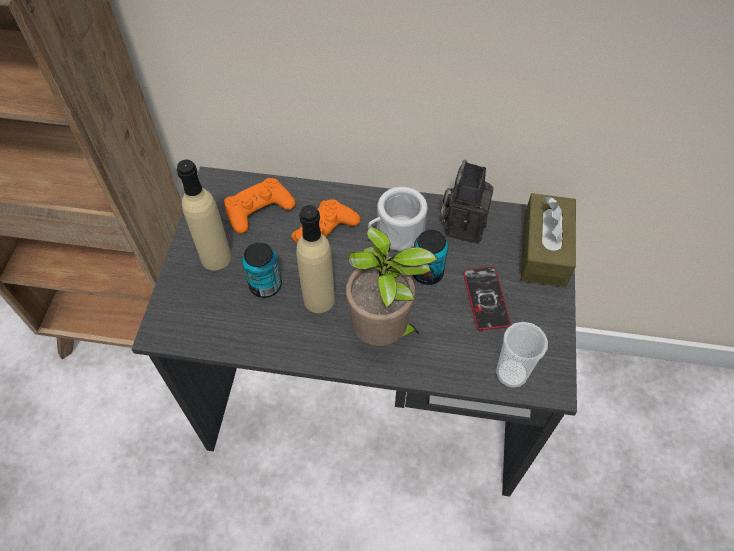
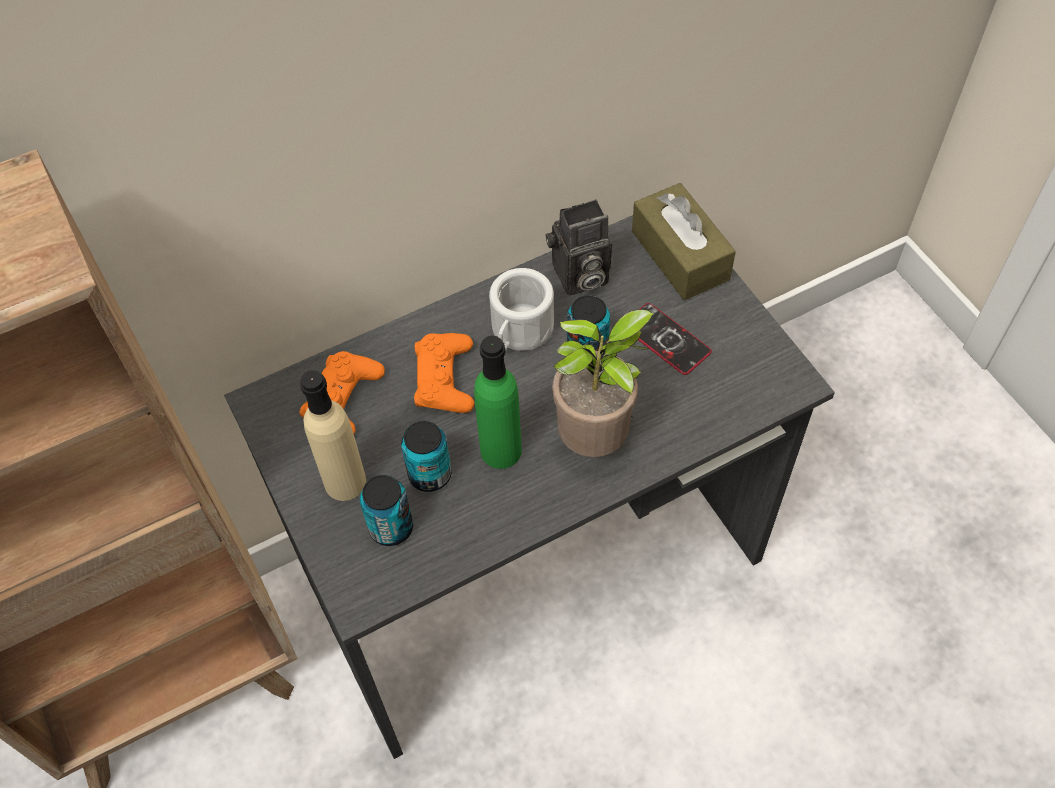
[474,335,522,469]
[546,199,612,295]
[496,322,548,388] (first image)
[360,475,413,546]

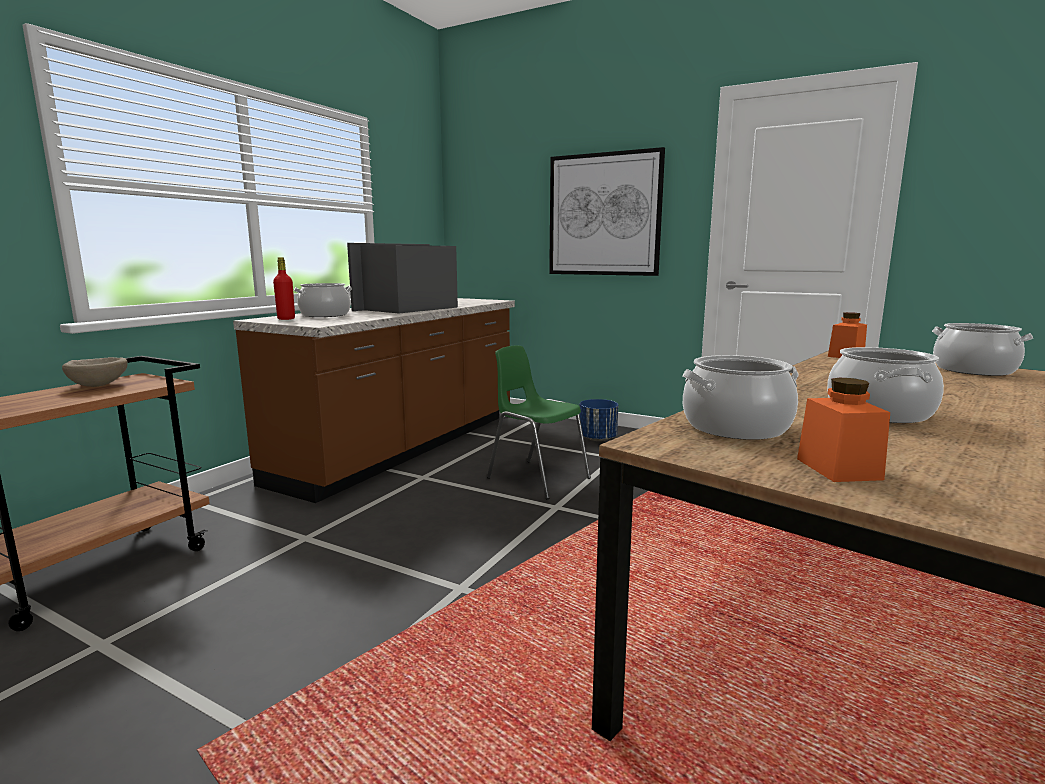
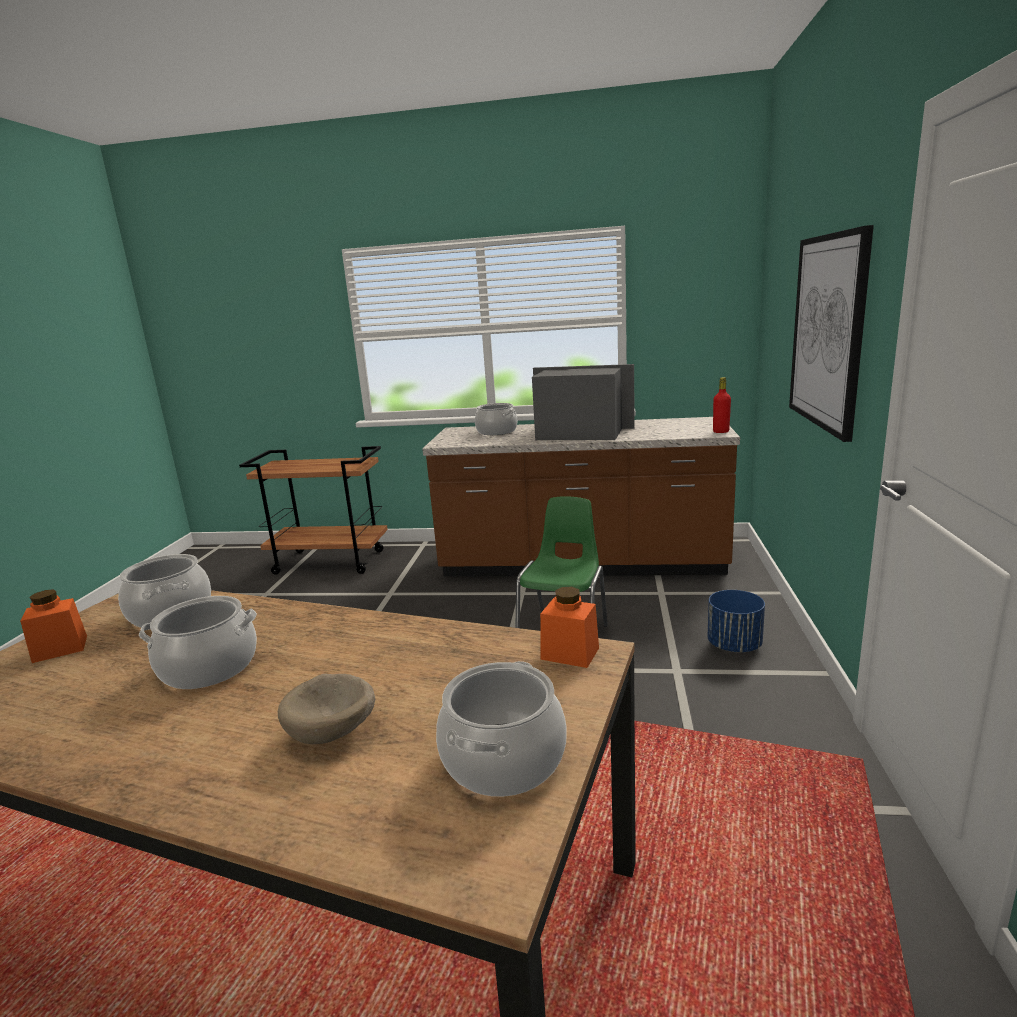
[278,674,375,744]
[713,377,731,433]

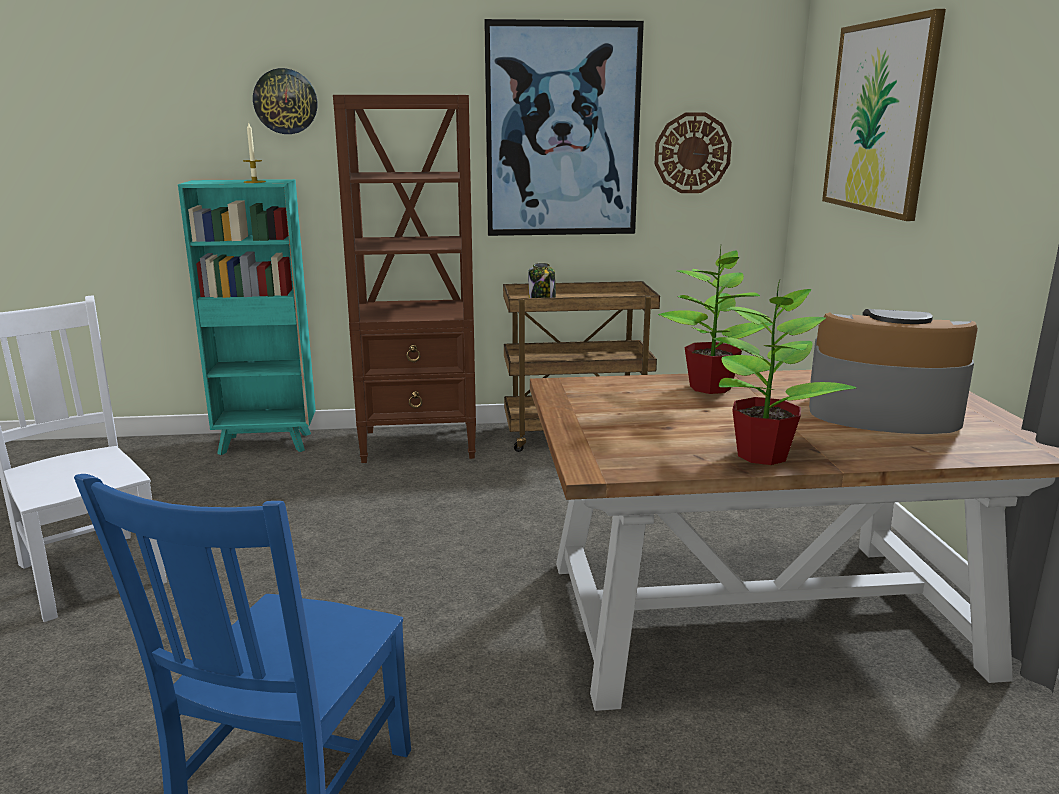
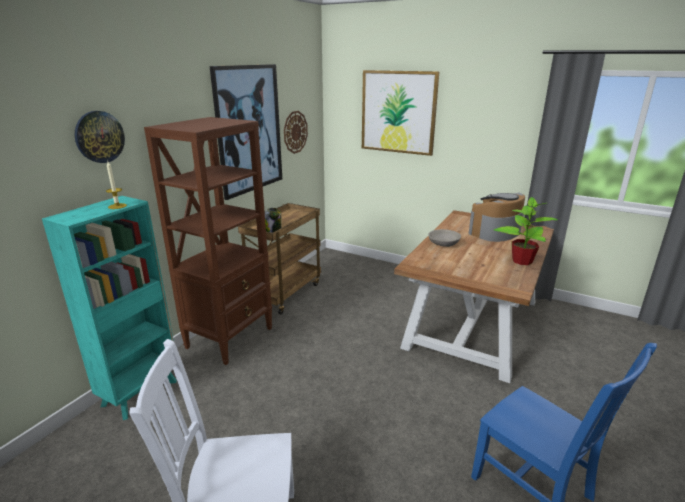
[428,229,461,247]

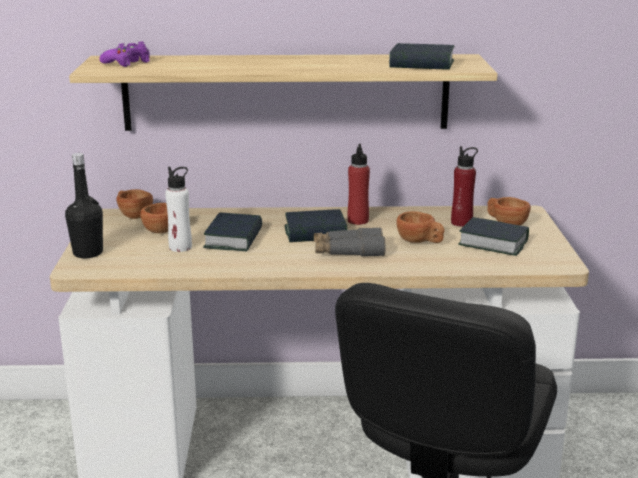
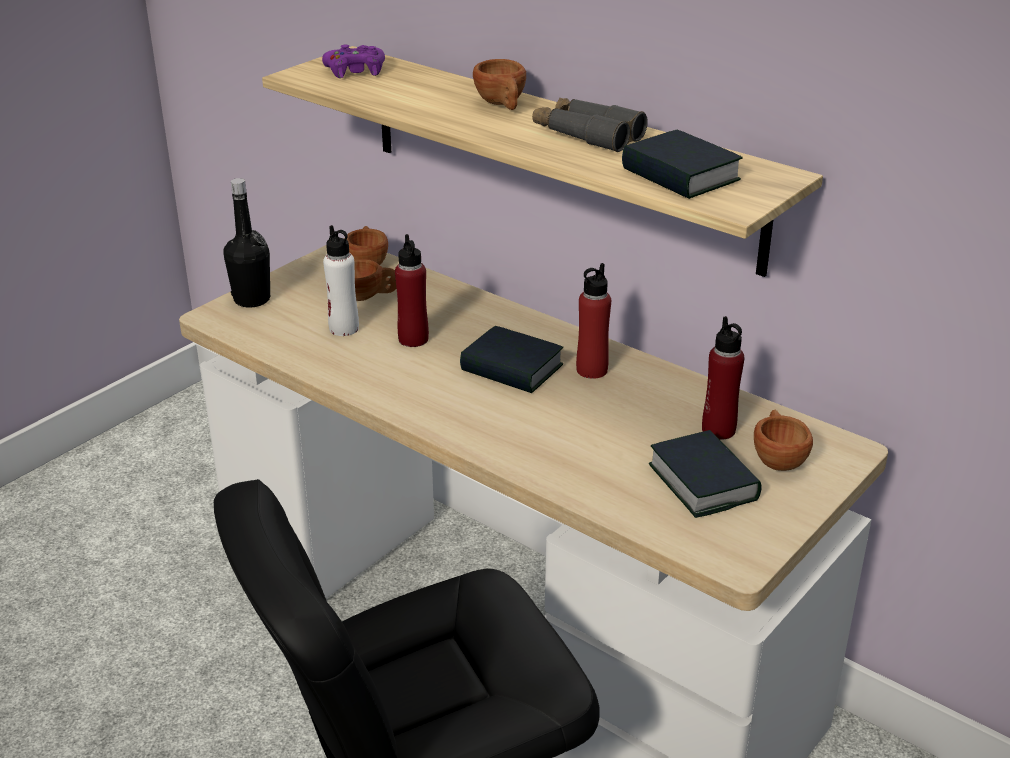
[395,234,429,347]
[532,97,648,152]
[473,59,526,110]

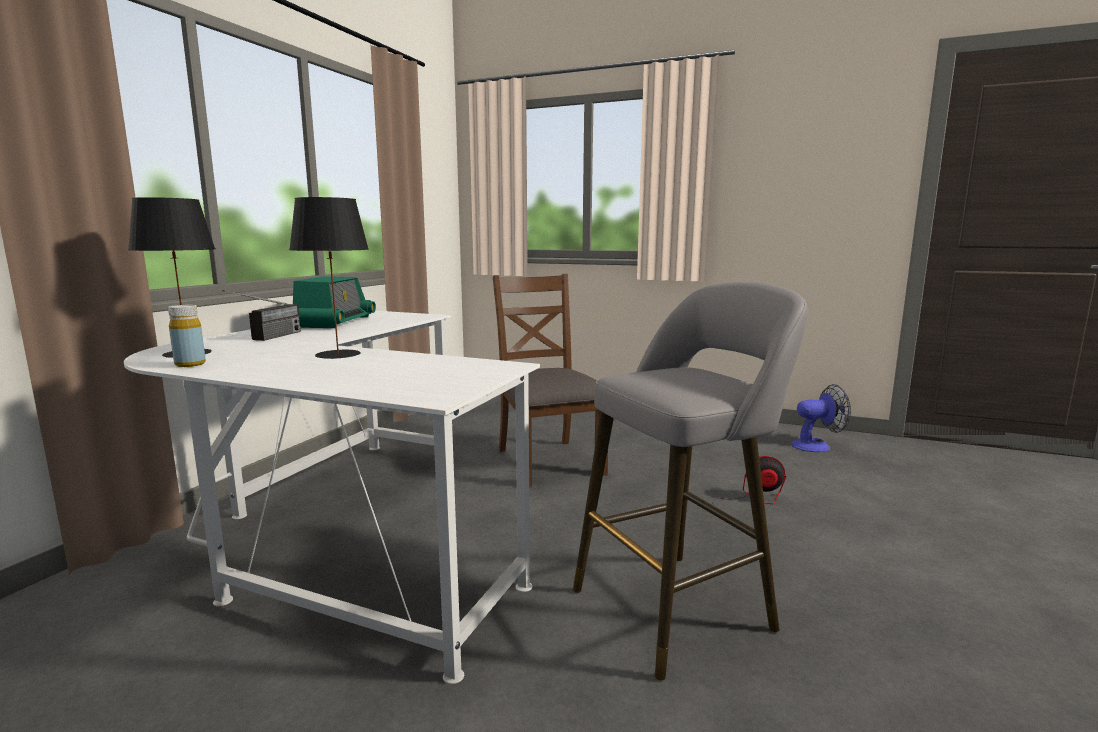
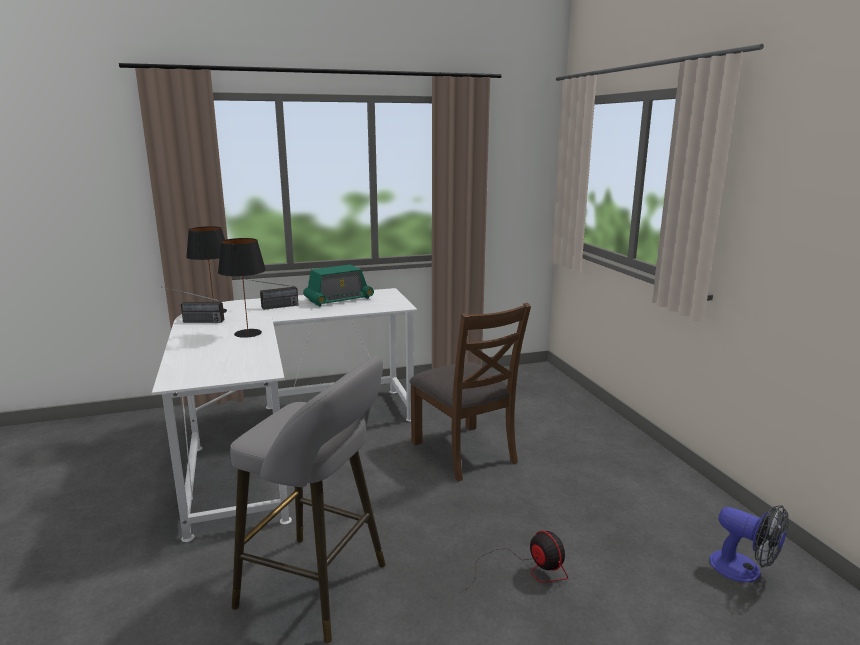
[163,287,224,323]
[410,303,531,482]

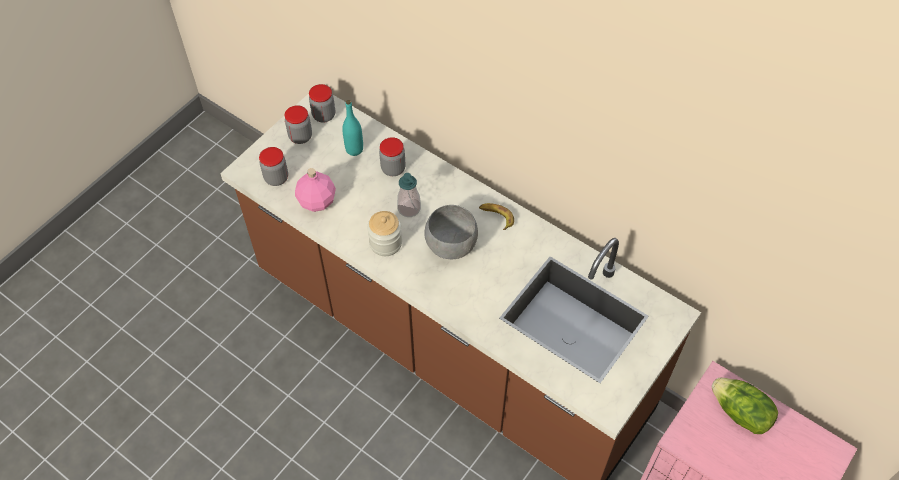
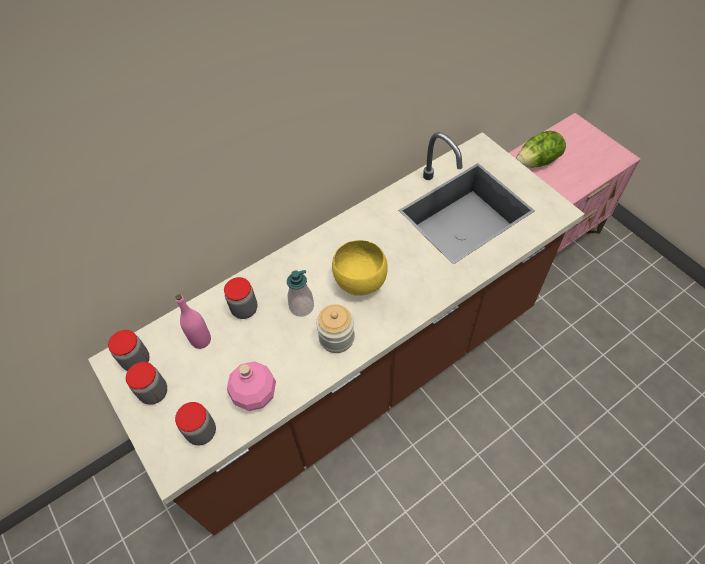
[176,294,211,349]
[332,240,388,296]
[479,203,514,230] (first image)

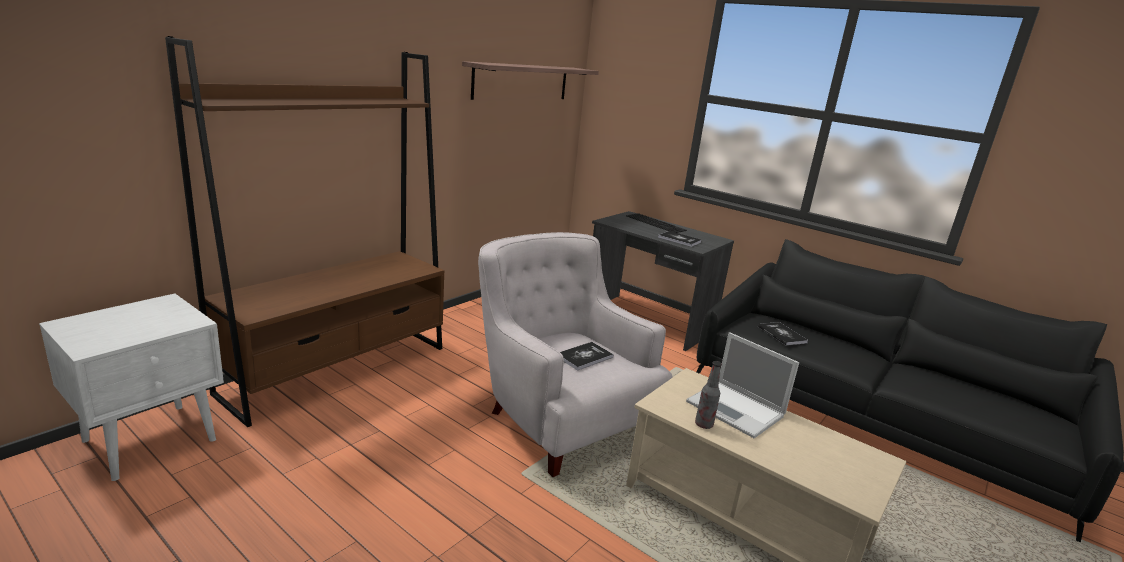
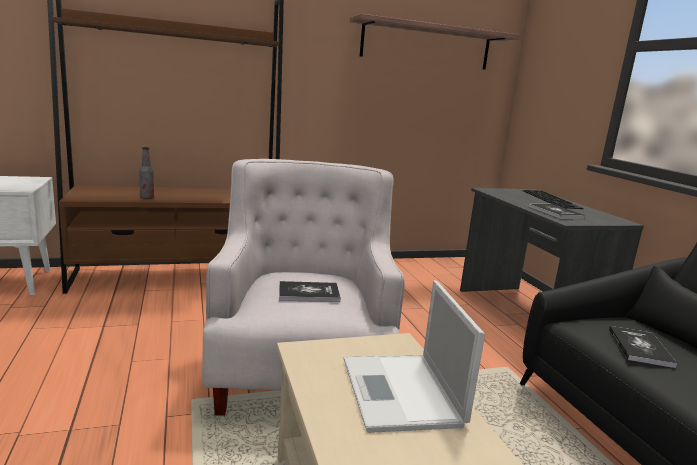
[139,147,154,199]

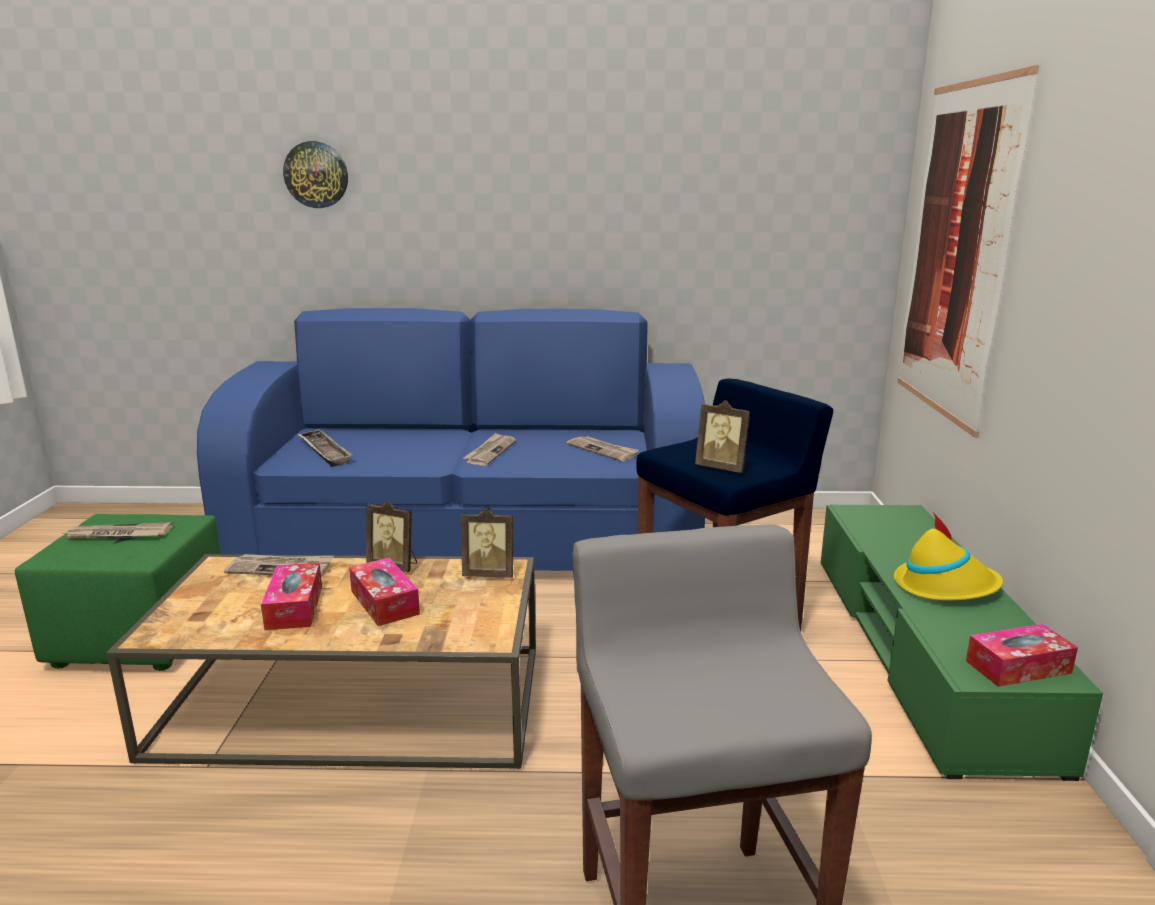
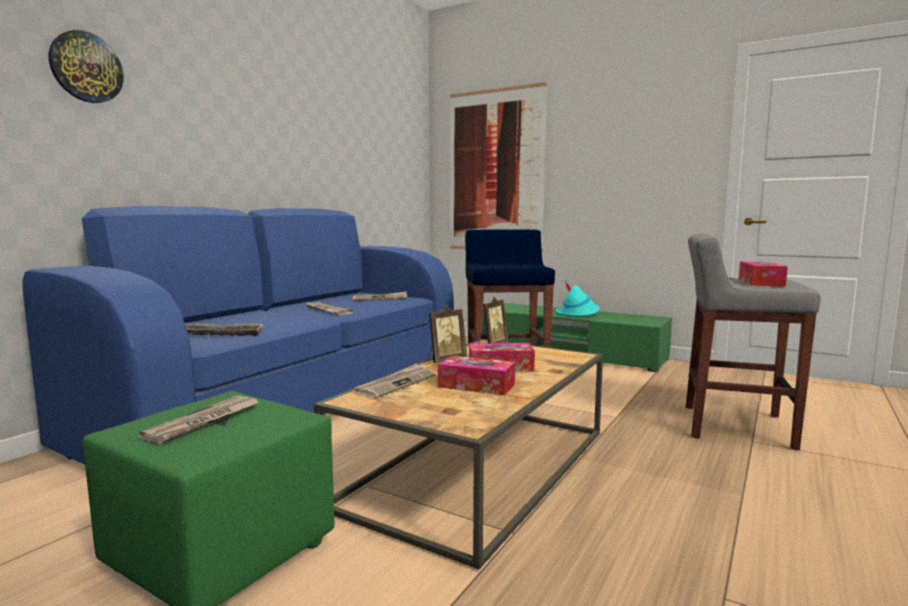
[695,400,750,473] (first image)
[556,281,600,317]
[739,261,788,287]

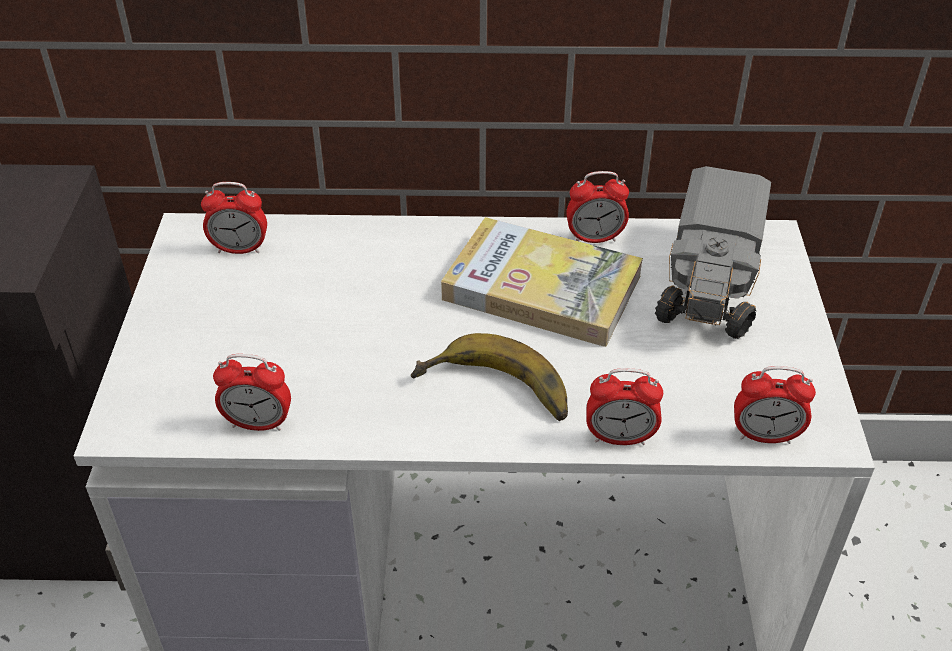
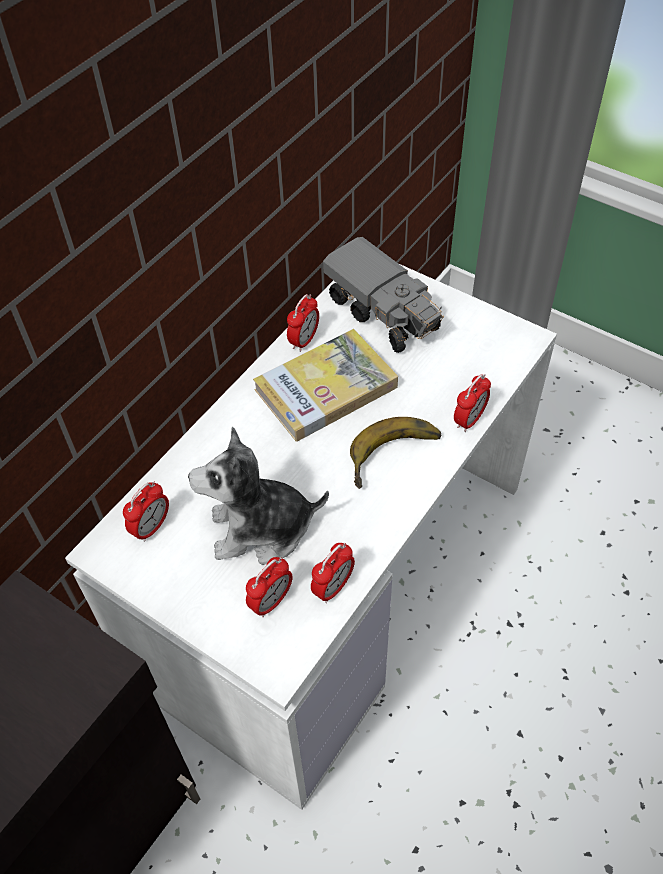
[246,557,292,617]
[188,427,329,565]

